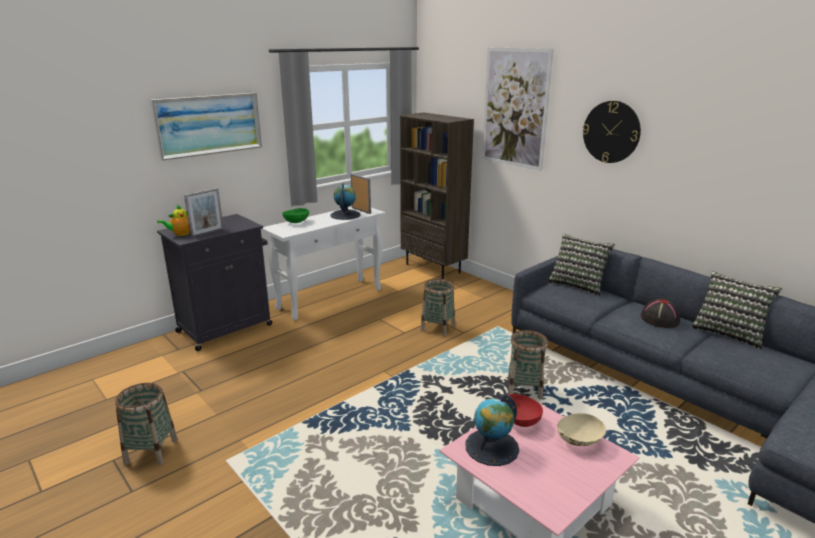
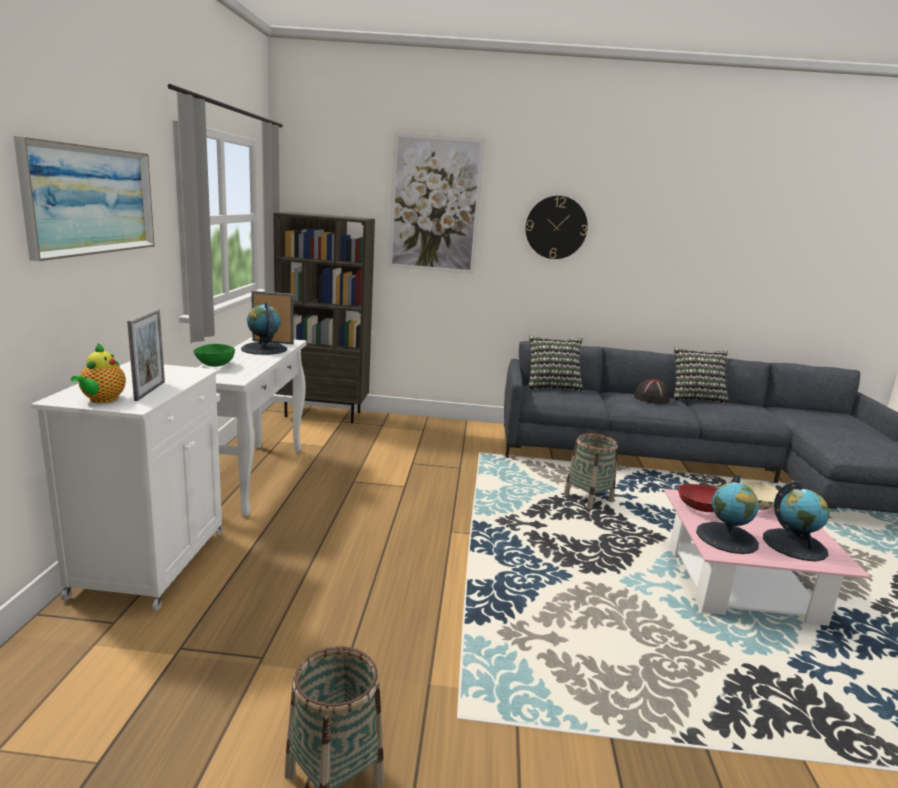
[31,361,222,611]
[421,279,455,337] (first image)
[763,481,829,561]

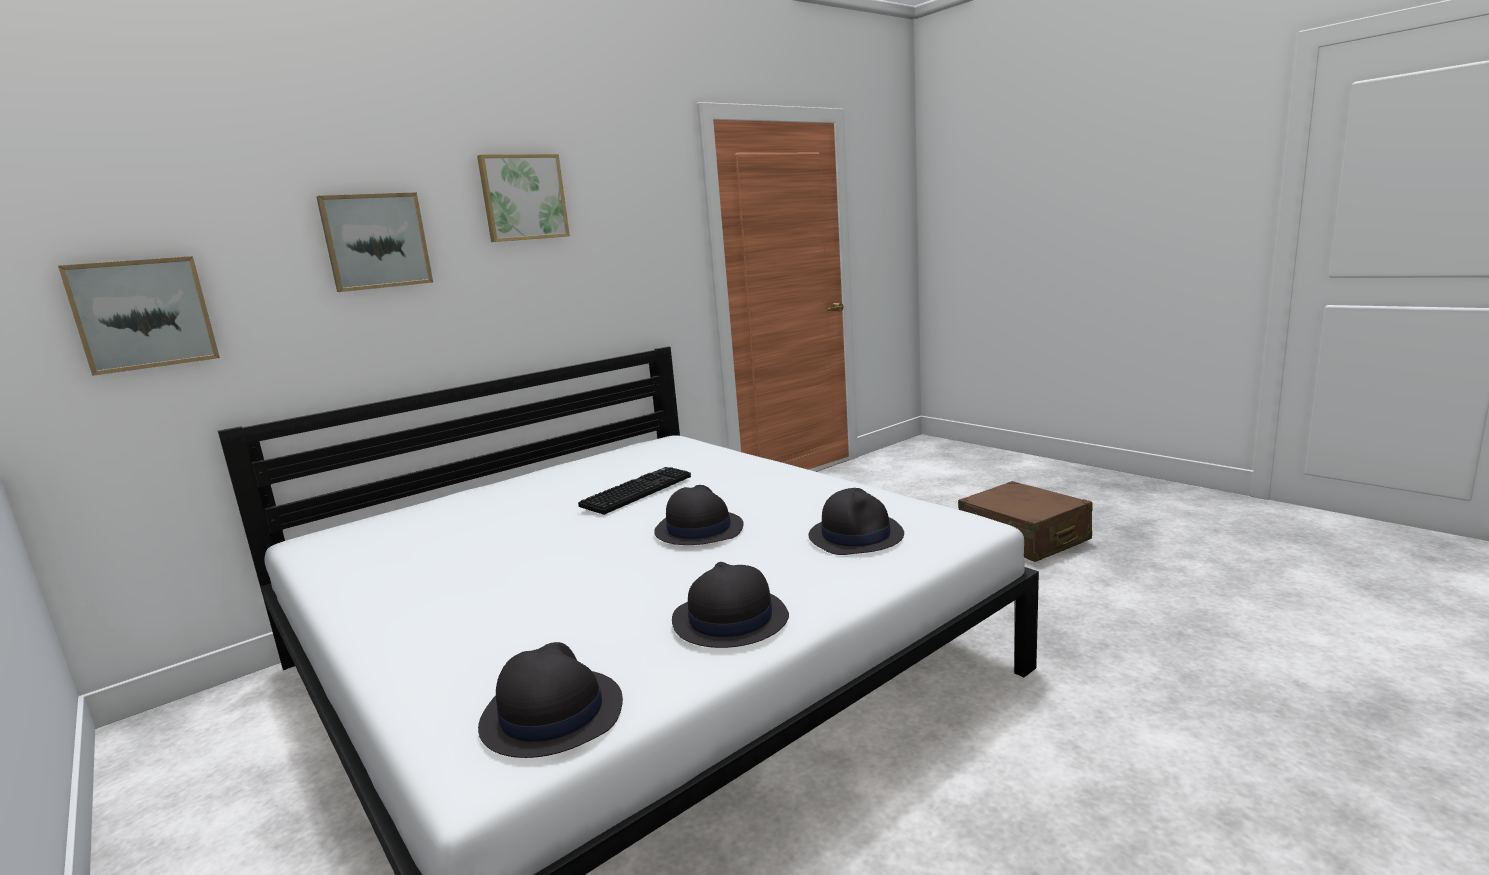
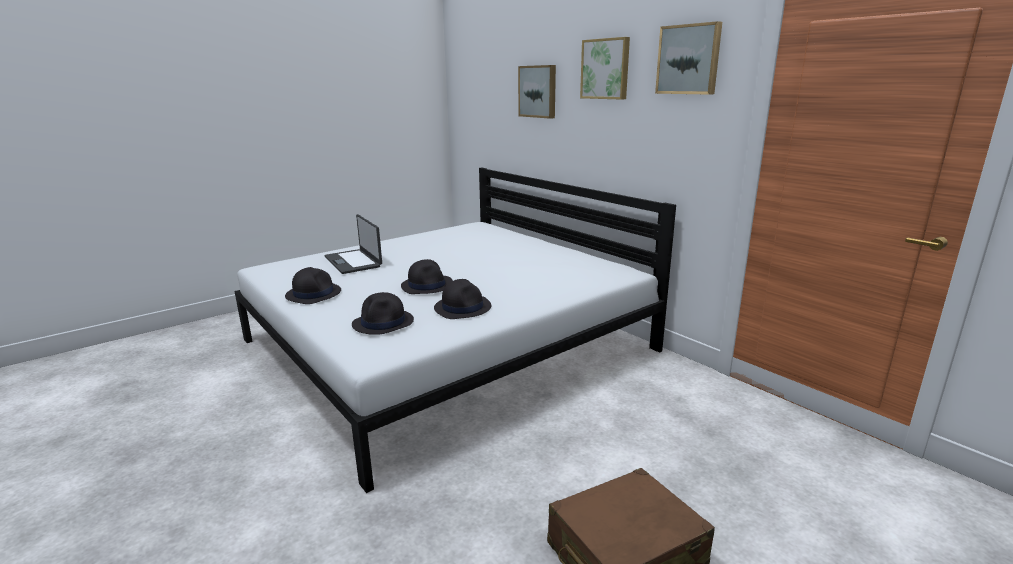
[655,21,722,95]
[434,279,491,319]
[578,467,691,515] (first image)
[324,214,382,274]

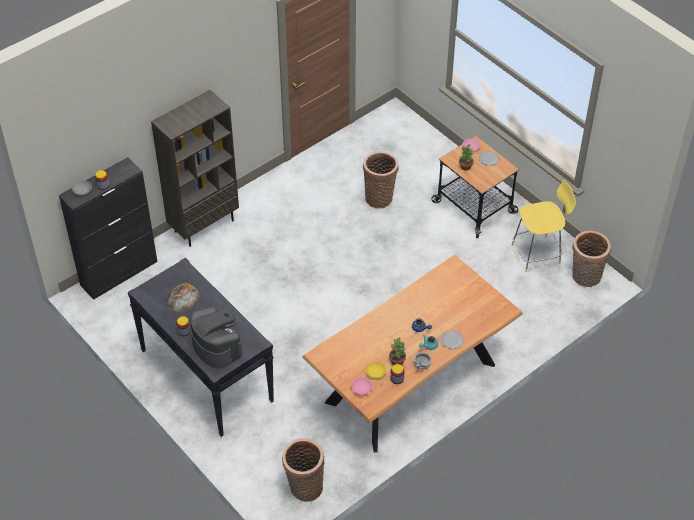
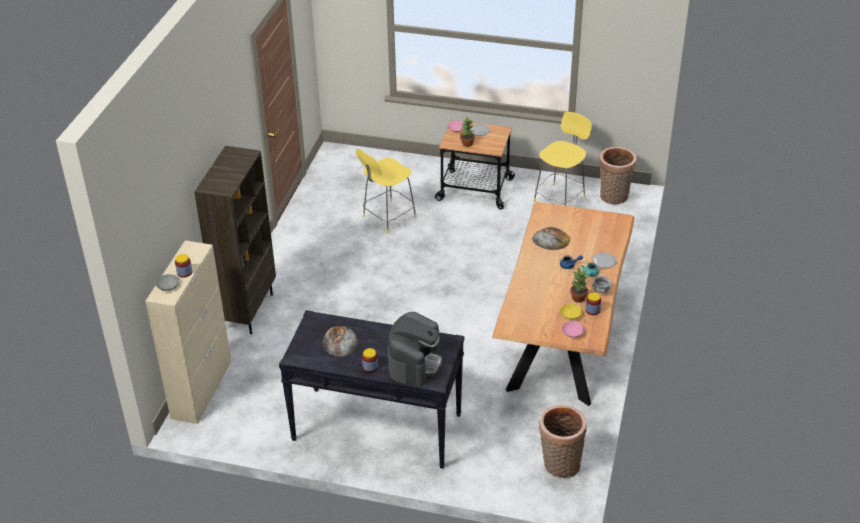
[145,240,231,424]
[388,312,442,386]
[356,149,416,233]
[532,227,570,250]

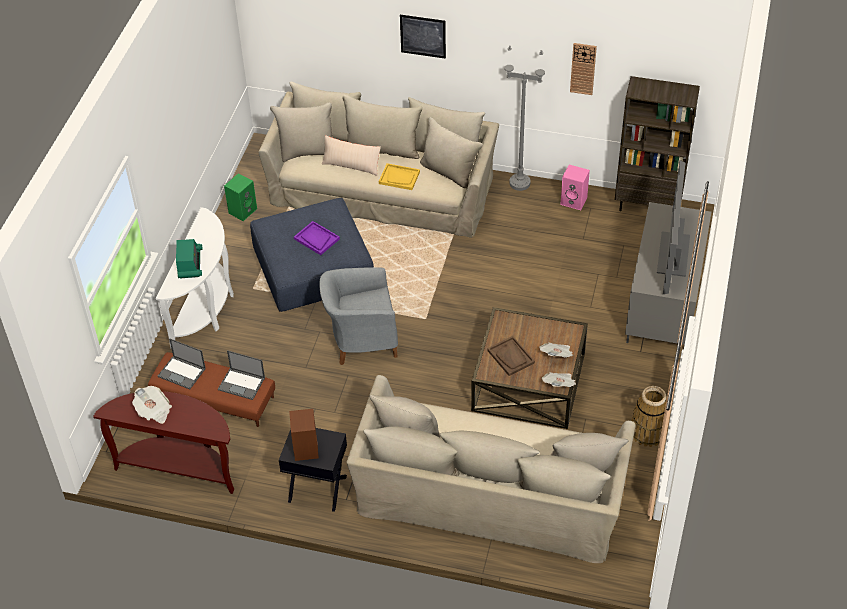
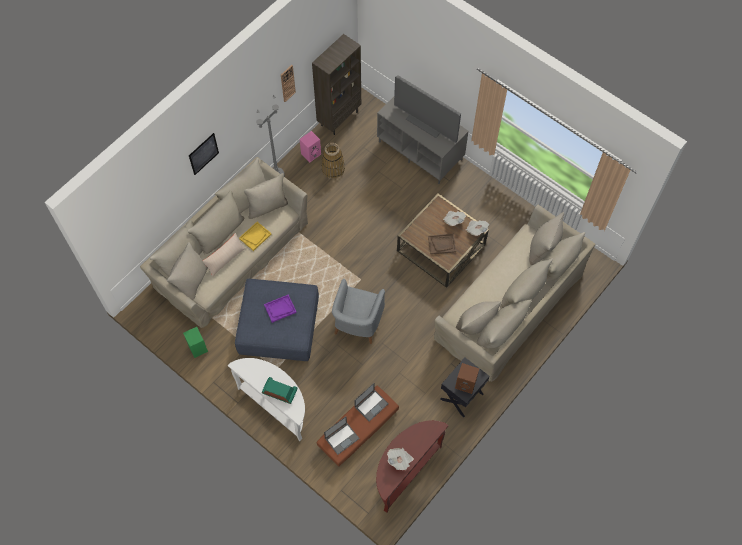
[322,143,345,179]

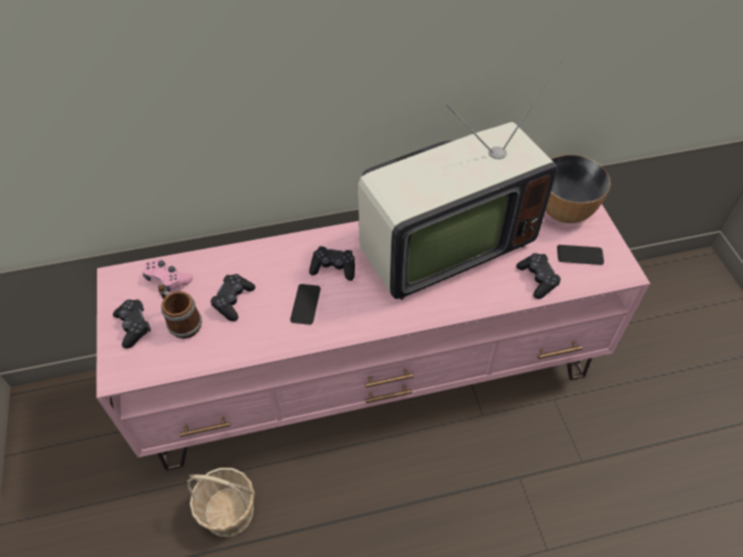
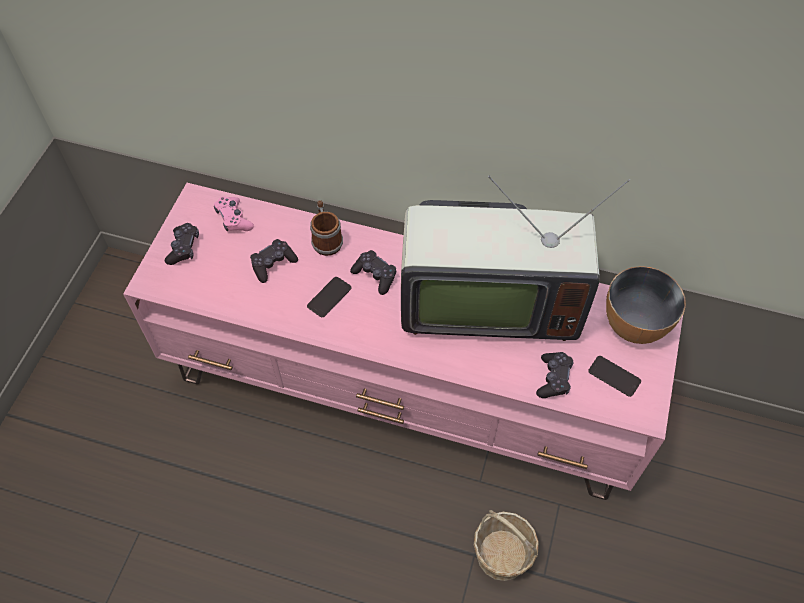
[310,200,343,256]
[474,510,539,581]

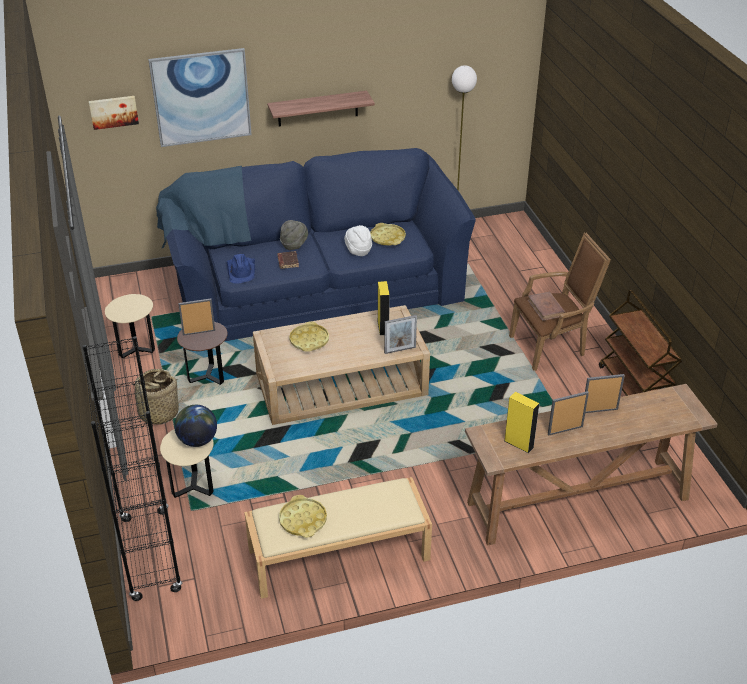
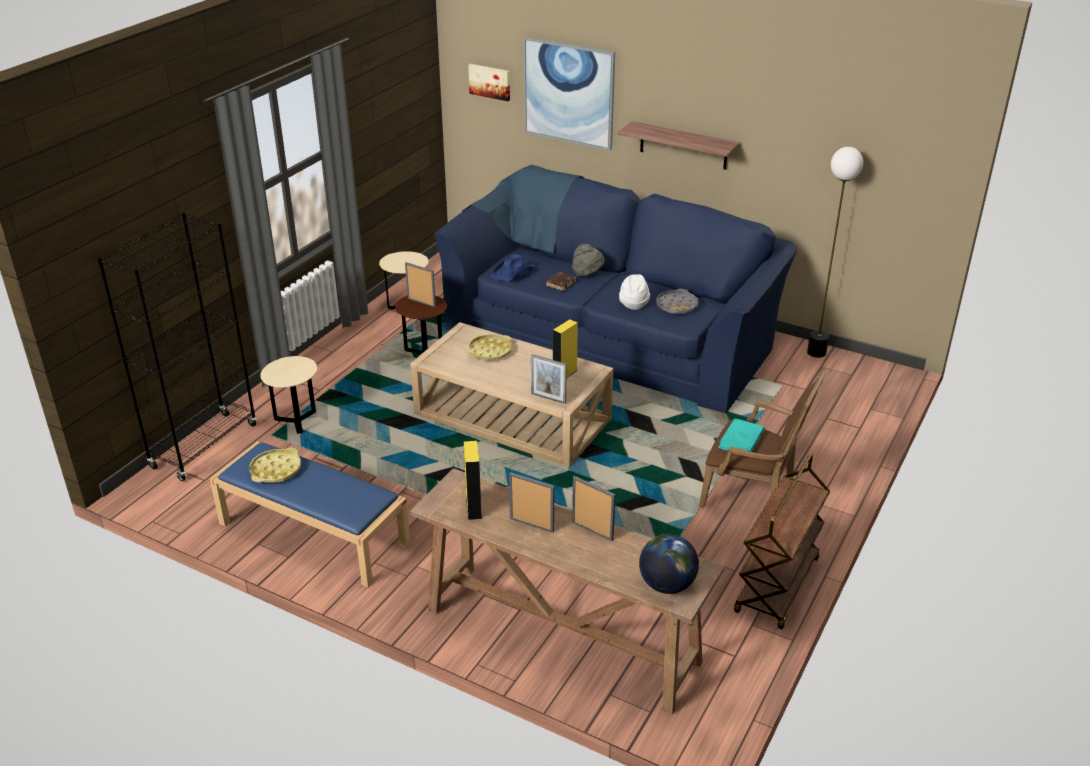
[127,369,182,425] (first image)
[639,534,699,594]
[210,441,410,587]
[656,289,699,314]
[718,418,765,452]

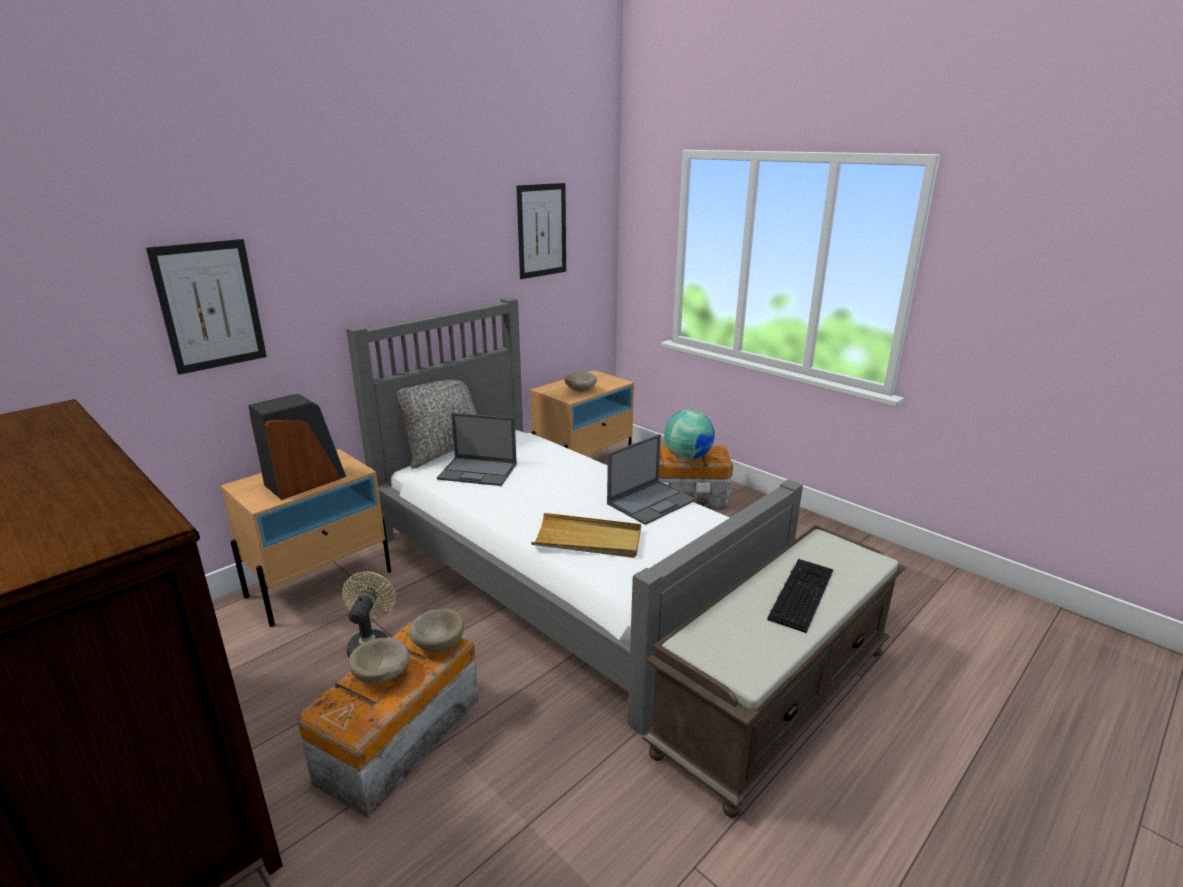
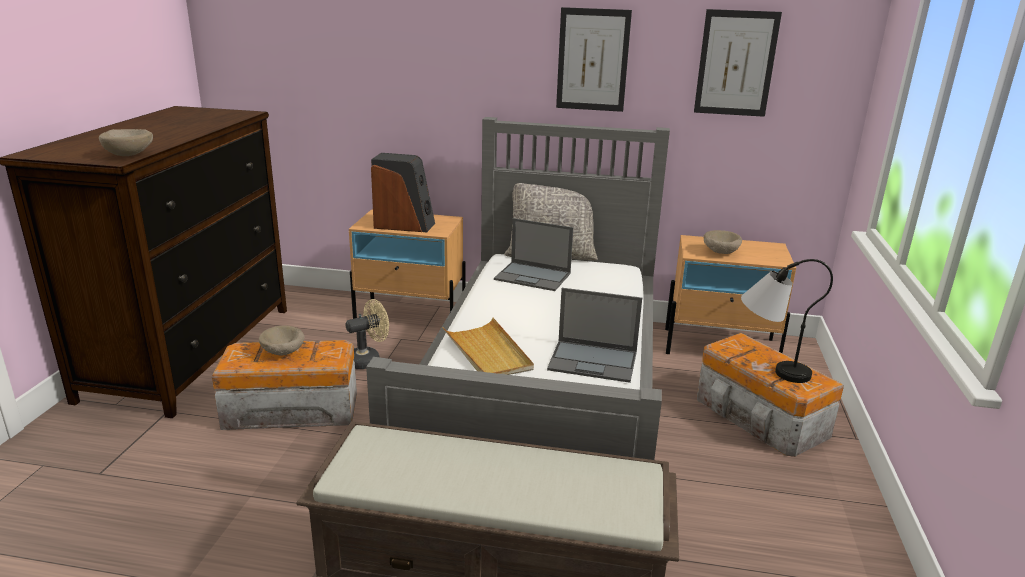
[556,7,632,112]
[99,129,153,156]
[494,218,573,291]
[741,259,833,383]
[767,559,833,633] (first image)

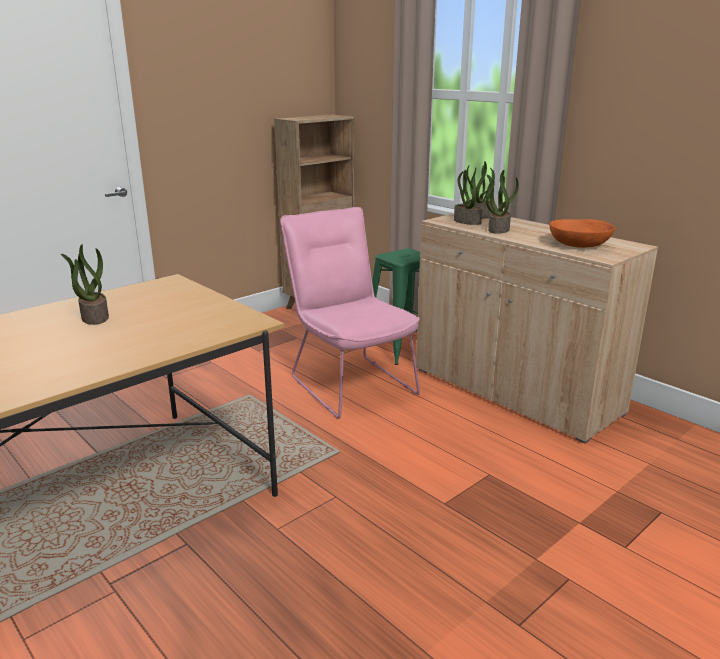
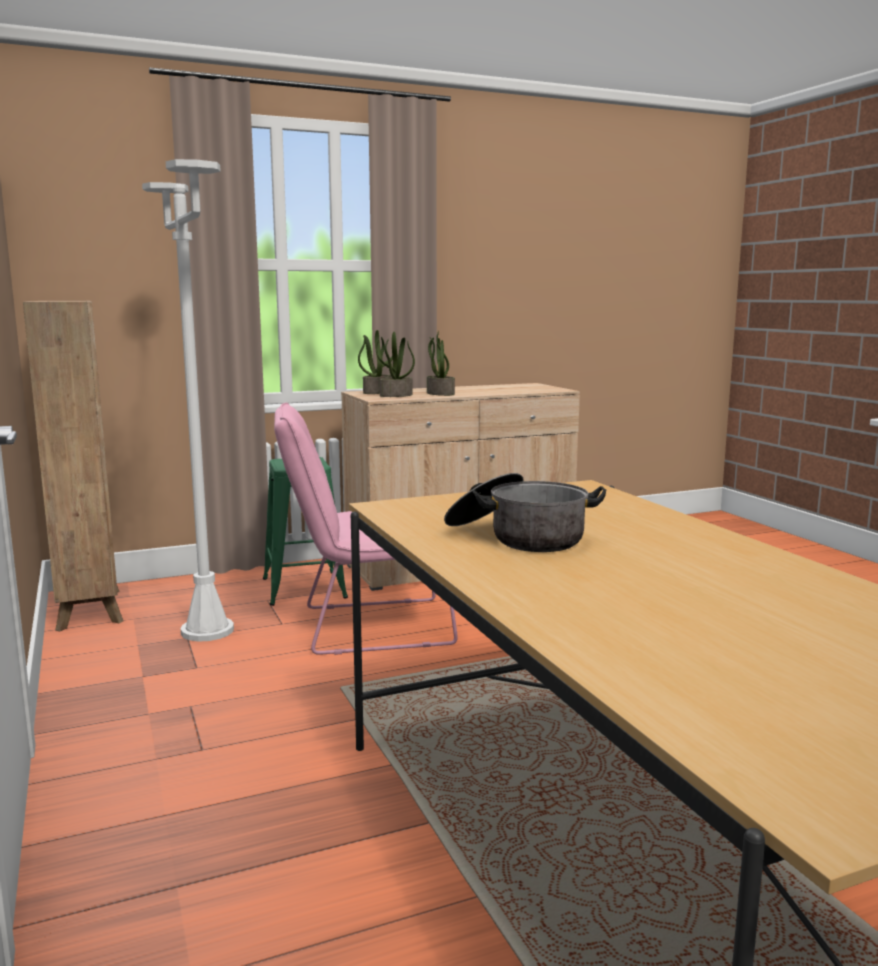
[444,473,606,552]
[550,219,615,248] (first image)
[142,159,234,642]

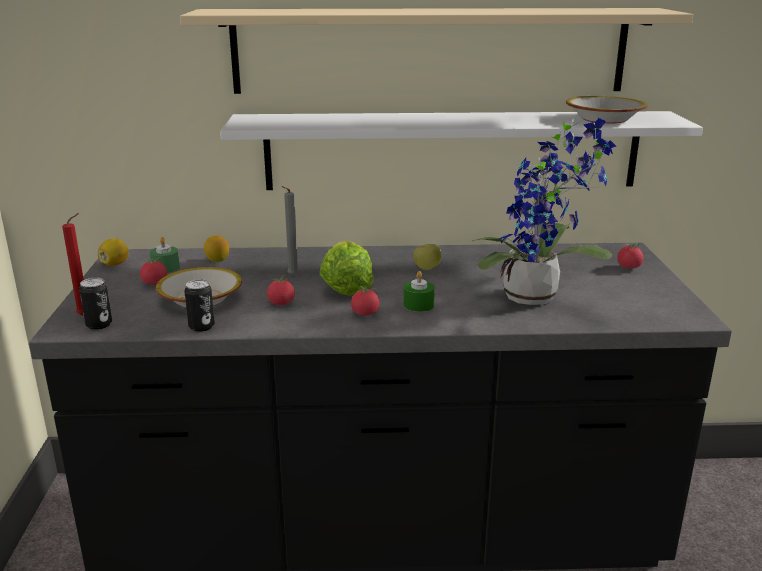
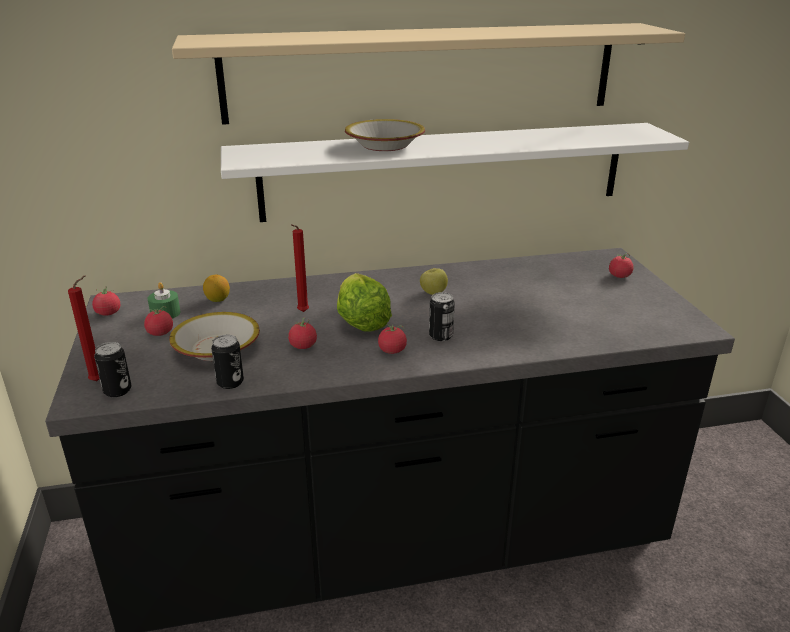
[92,287,120,316]
[291,224,309,312]
[429,292,455,341]
[473,118,616,305] (first image)
[345,119,425,151]

